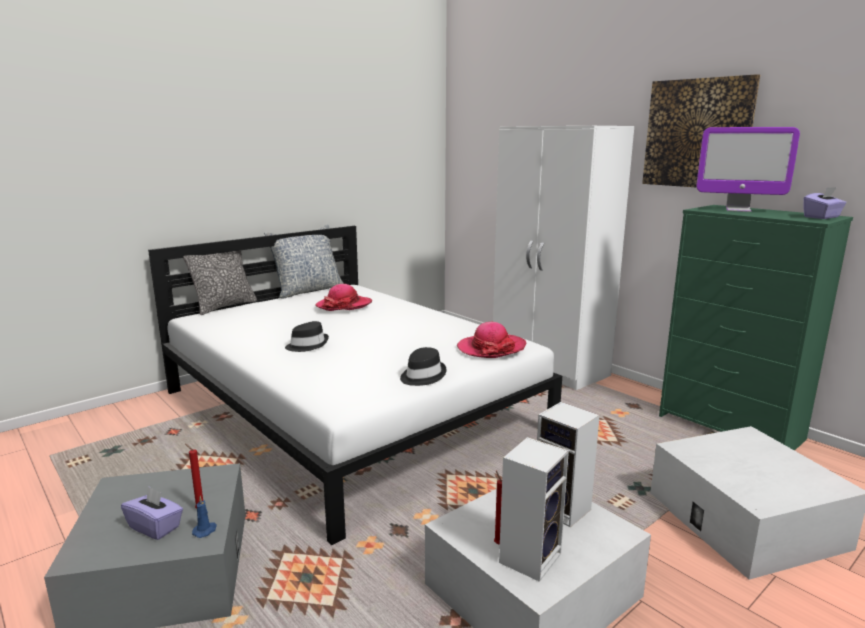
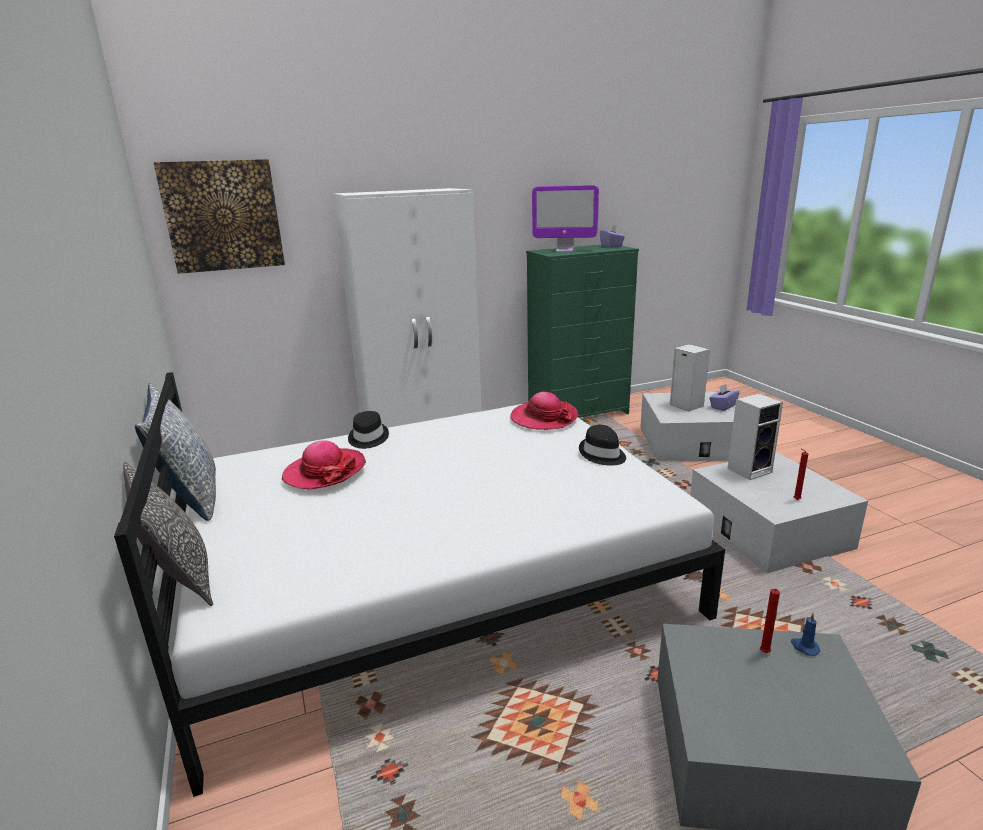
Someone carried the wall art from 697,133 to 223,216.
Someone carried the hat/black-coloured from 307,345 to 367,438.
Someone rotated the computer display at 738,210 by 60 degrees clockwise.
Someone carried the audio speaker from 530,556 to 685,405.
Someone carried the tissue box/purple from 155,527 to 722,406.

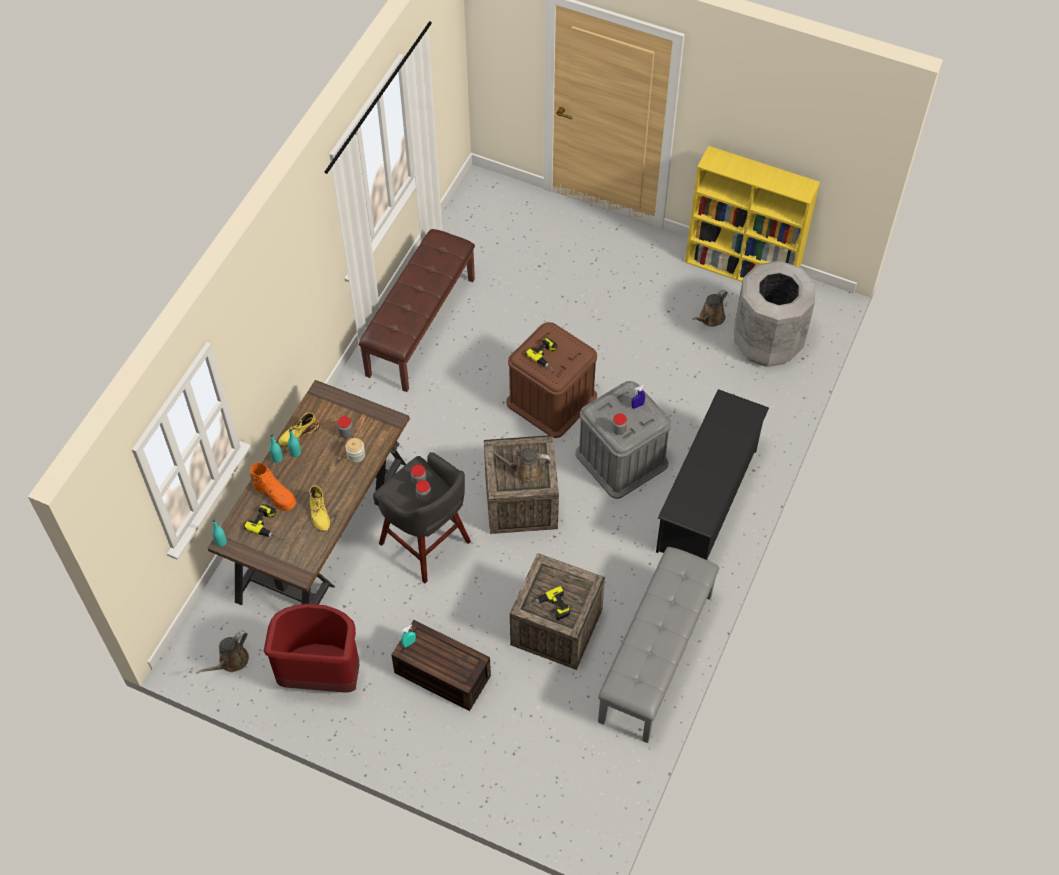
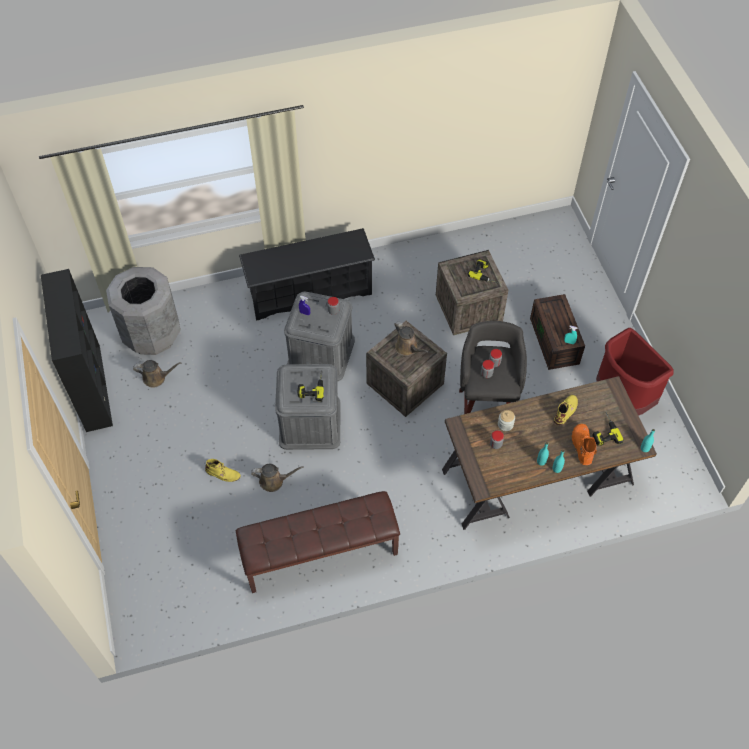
Someone repainted the bookcase/yellow at 742,270, which became the bookcase/black-coloured at 92,387.
Someone carried the tall boot/yellow from 298,434 to 223,473.
Someone carried the watering can/brownish from 231,661 to 274,481.
Someone repainted the storage container/brownish at 551,399, which became the storage container/gray at 310,422.
Someone took away the bench/gray at 657,658.

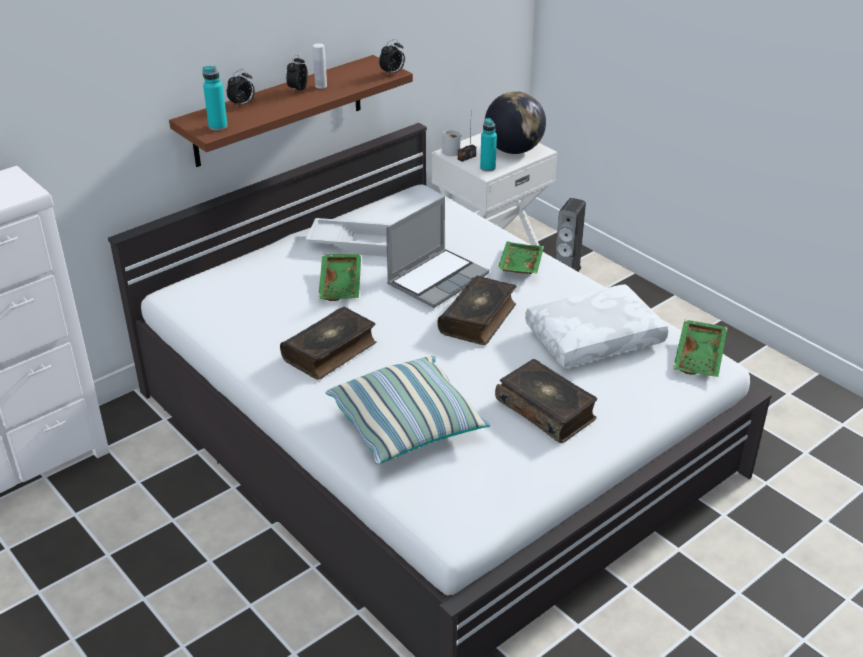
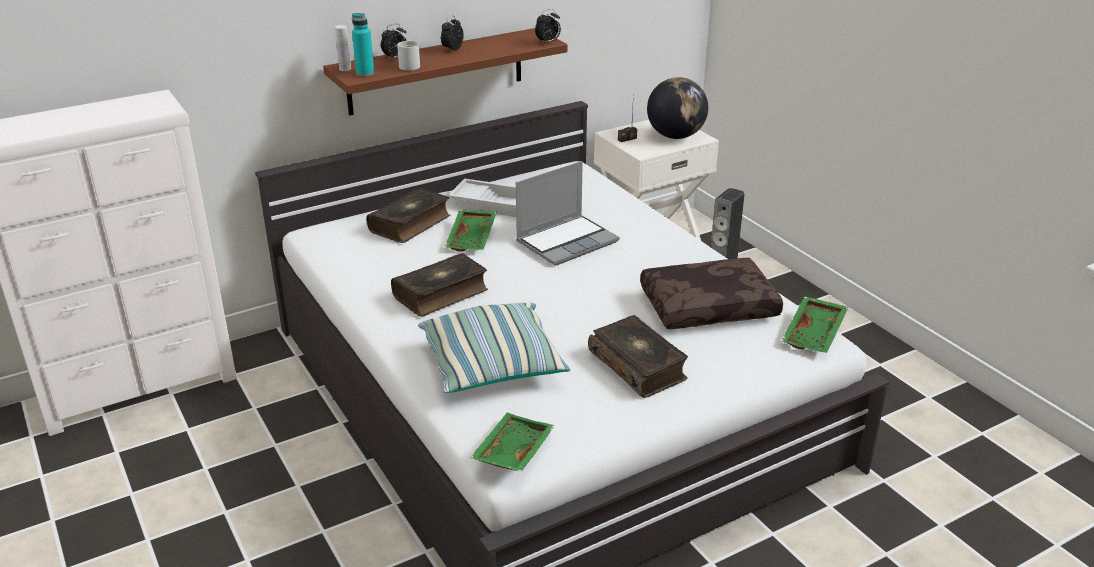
Someone carried the beverage bottle/white-coloured from 321,86 to 345,69.
Someone carried the volume from 479,319 to 411,224.
Someone carried the coffee mug/white-coloured from 452,151 to 411,66.
Someone carried the carrying tray/greenish from 519,265 to 512,451.
Someone repainted the pillow/white-coloured at 594,337, which became the pillow/brownish at 708,305.
Someone took away the beverage bottle/turquoise-coloured at 487,168.

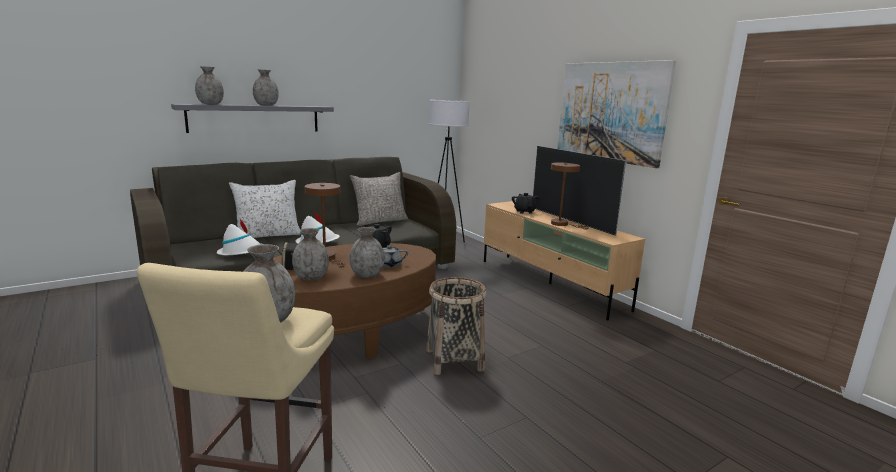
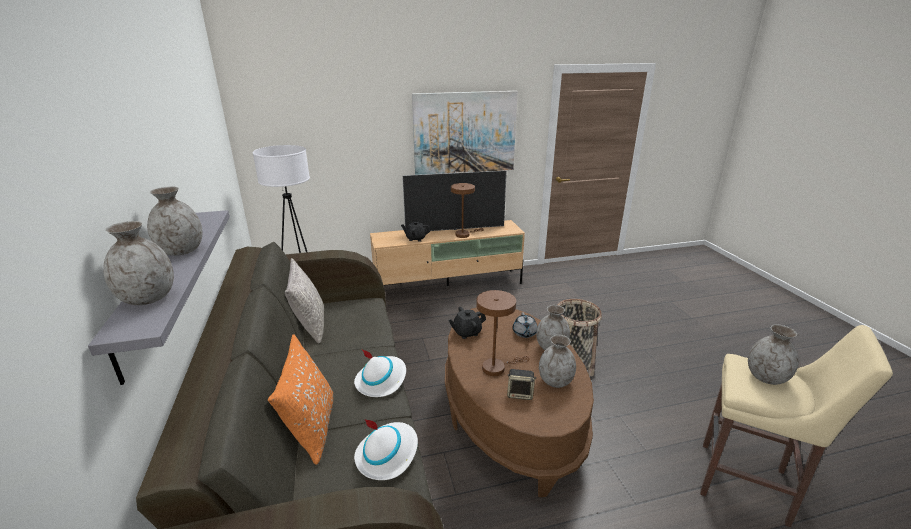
Someone repainted the pillow/white-coloured at 268,235, which became the pillow/orange at 311,427.

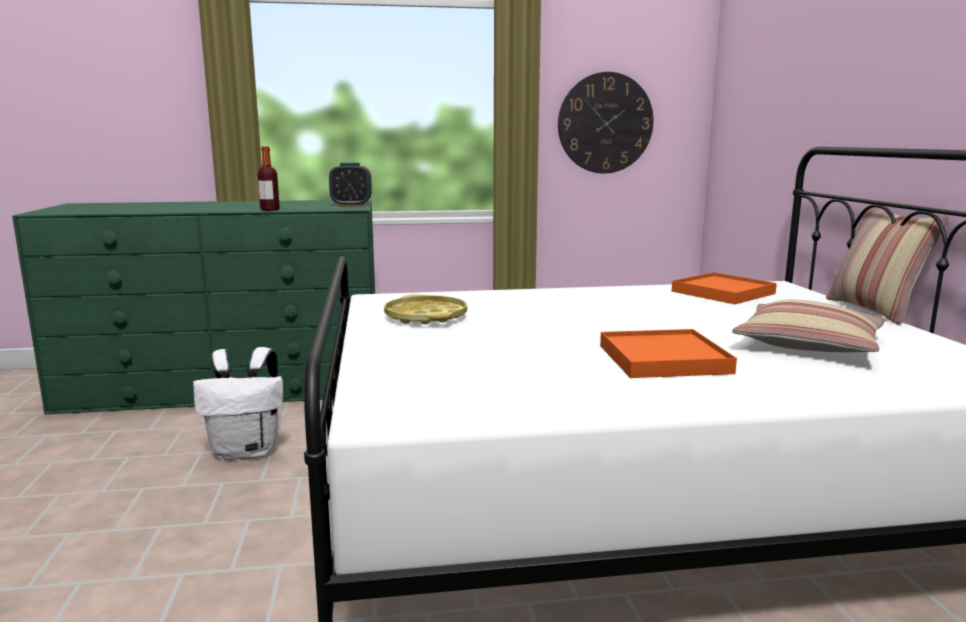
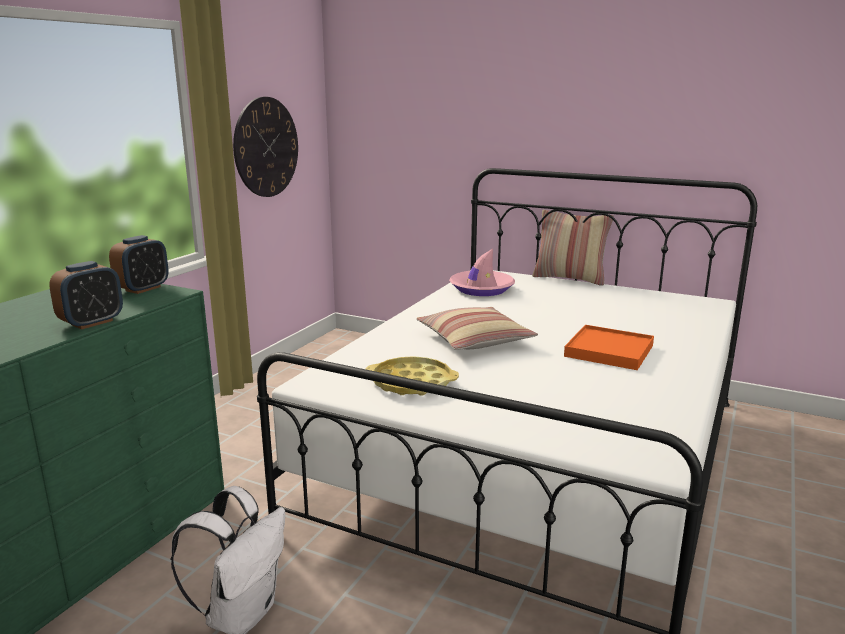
Someone swapped the beverage bottle at 270,209 for the bedside clock at 92,322.
Someone carried the pillow from 808,344 to 474,340.
Someone swapped the carrying tray/orange at 722,292 for the hat/pink-coloured at 481,289.

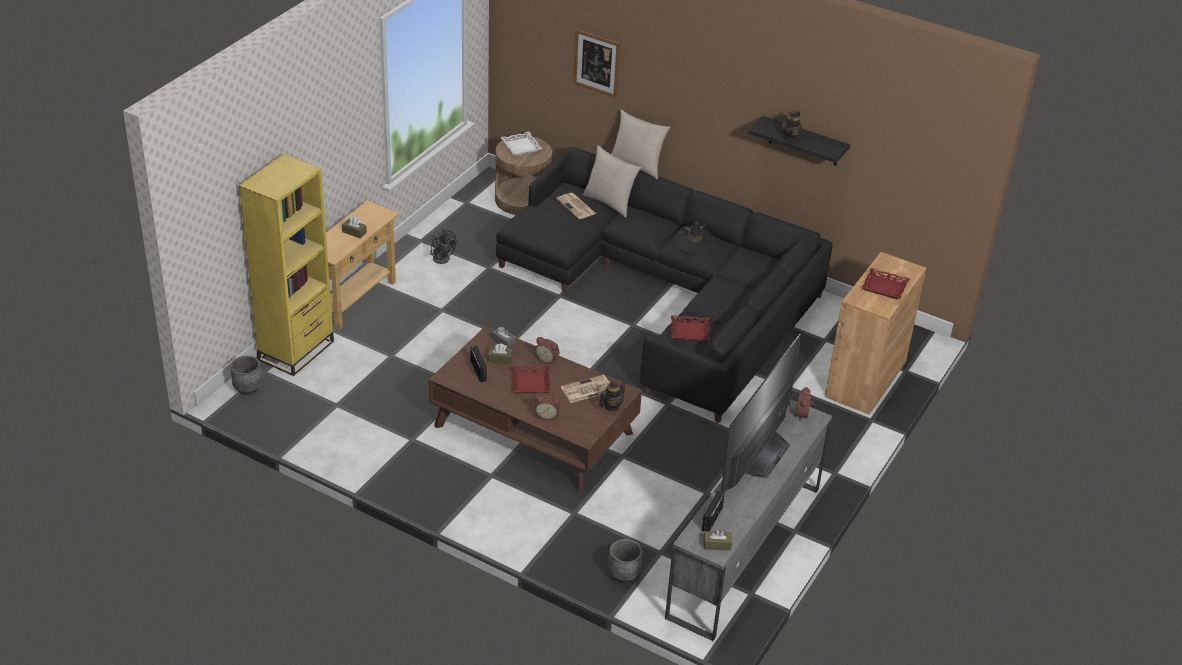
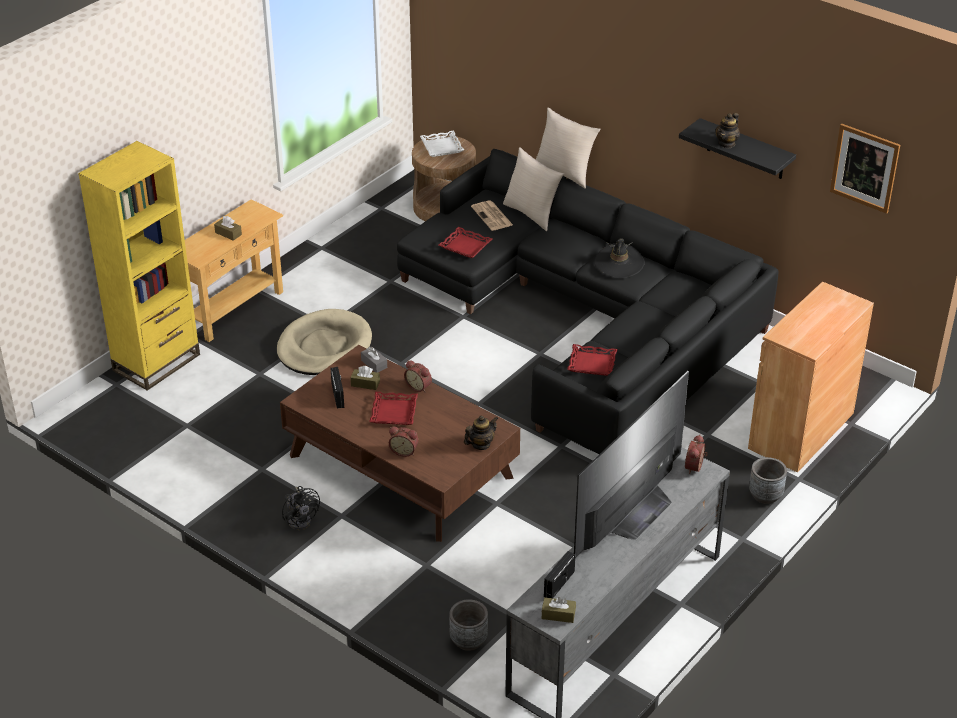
Someone put down the pet bed/beige-coloured at 324,347.
Someone carried the fan/black-coloured from 442,257 to 301,519.
Someone carried the carrying tray/reddish from 884,287 to 465,246.
Someone carried the planter/gray from 248,388 to 765,495.
Someone carried the wall art from 596,63 to 865,168.
Someone took away the newspaper at 586,390.

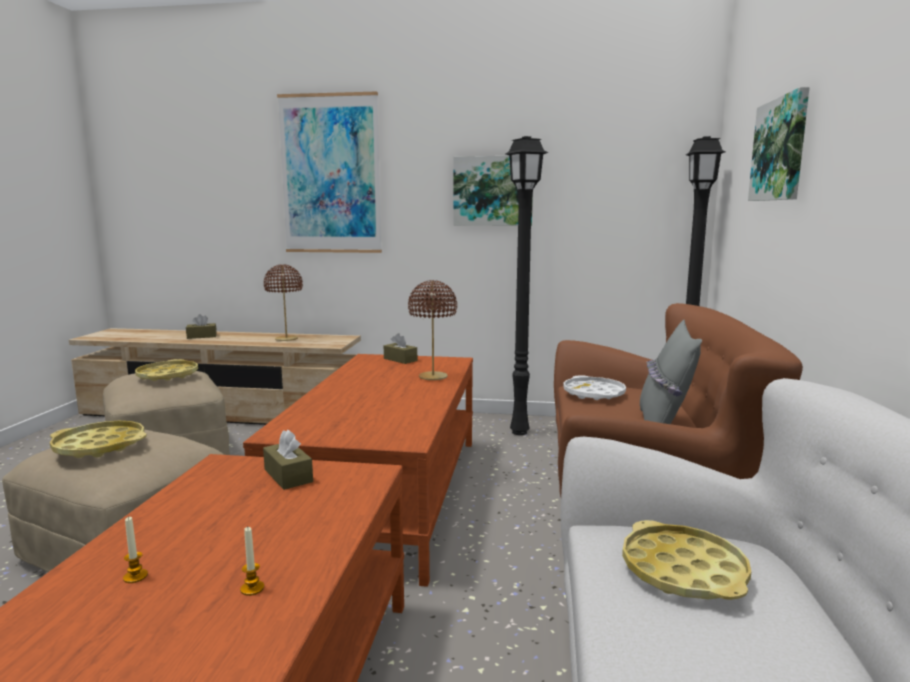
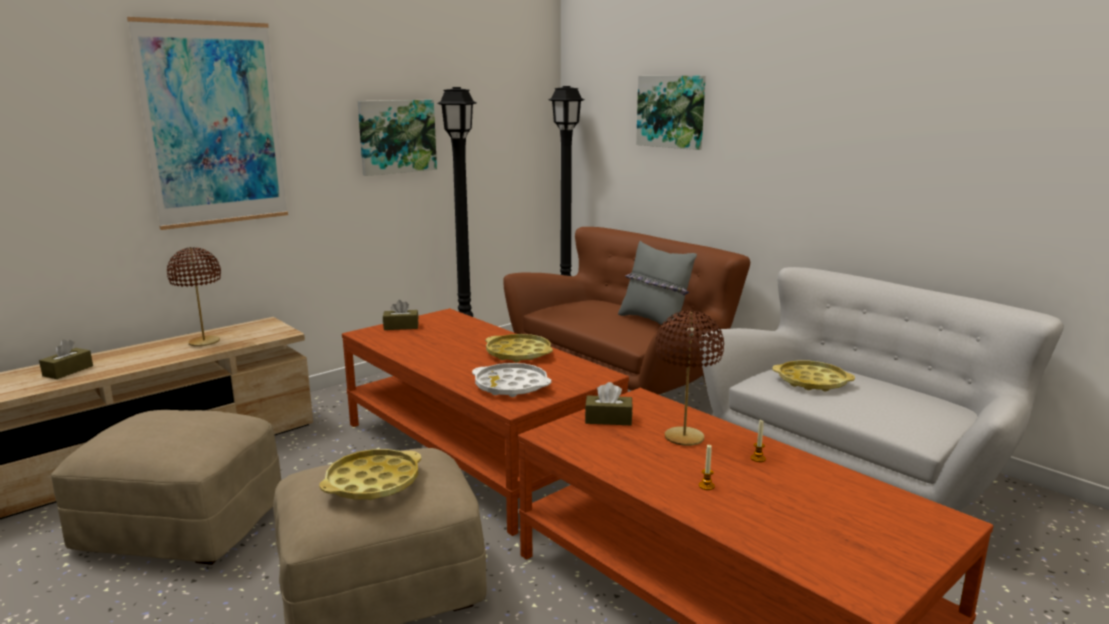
Someone carried the carrying tray/white-coloured from 593,394 to 511,386.
Someone carried the carrying tray/yellow from 167,375 to 518,353.
Someone carried the table lamp/brownish from 433,377 to 684,437.

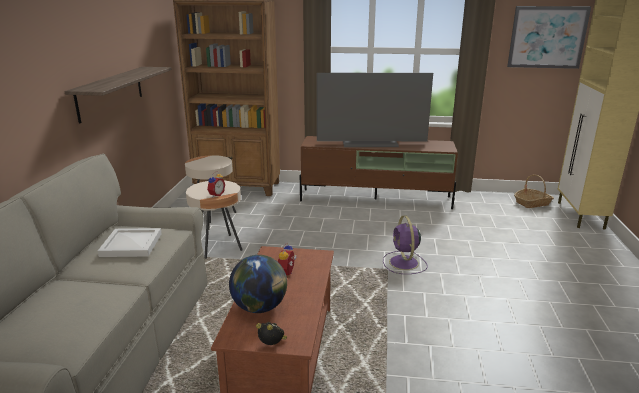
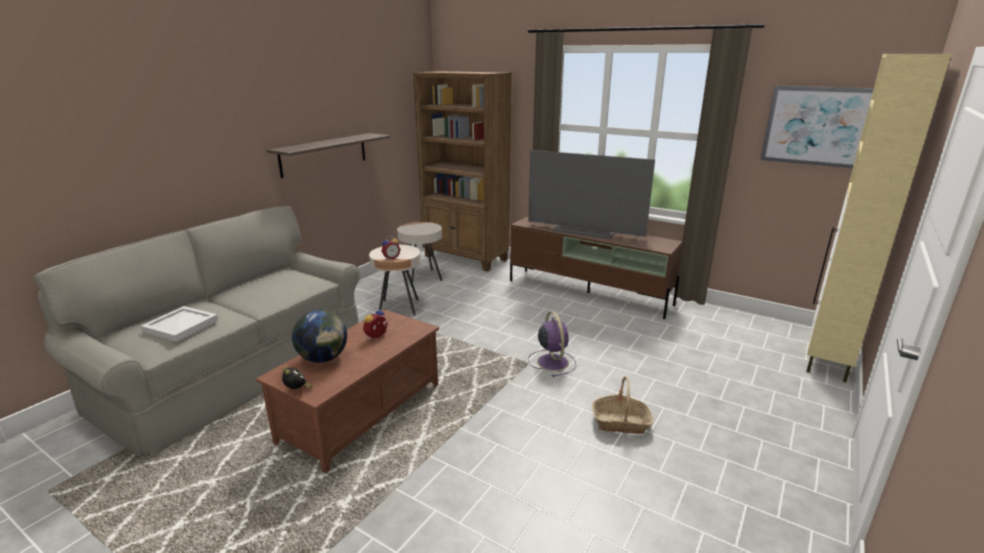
Someone carried the carrying tray/white-coloured from 132,245 to 181,326.
Someone rotated the fan/purple at 404,263 by 150 degrees clockwise.
Someone carried the household basket from 532,203 to 620,422.

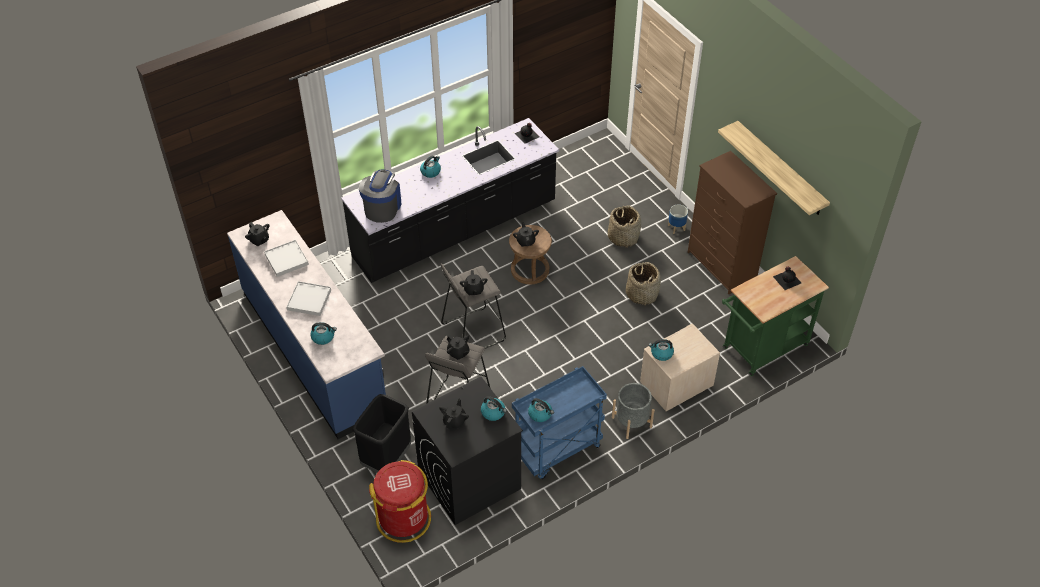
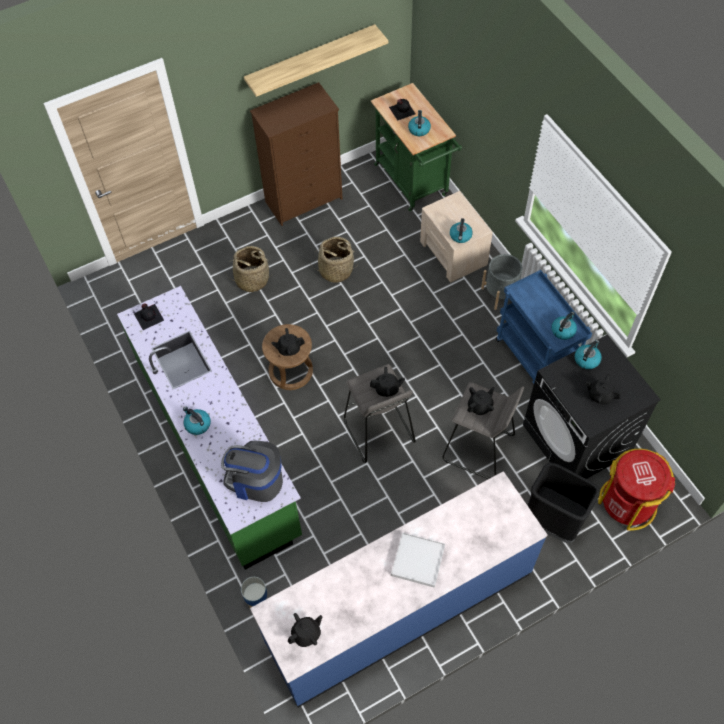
Someone repainted the counter/black-coloured at 455,231, which became the counter/greenish at 219,447.
Someone carried the planter from 676,228 to 256,598.
Someone carried the tea kettle from 323,337 to 419,129.
Someone took away the carrying tray/white-coloured at 286,259.

